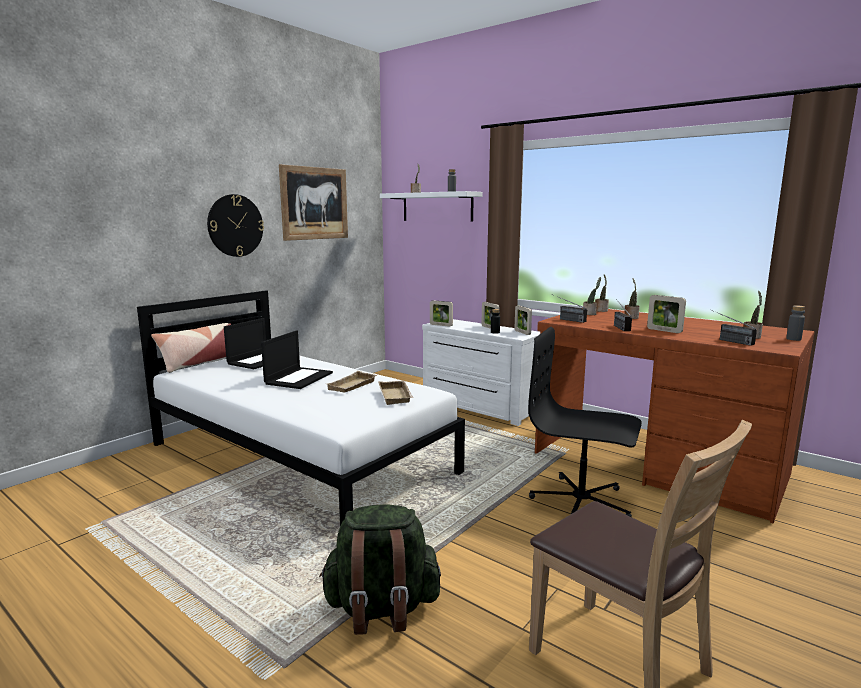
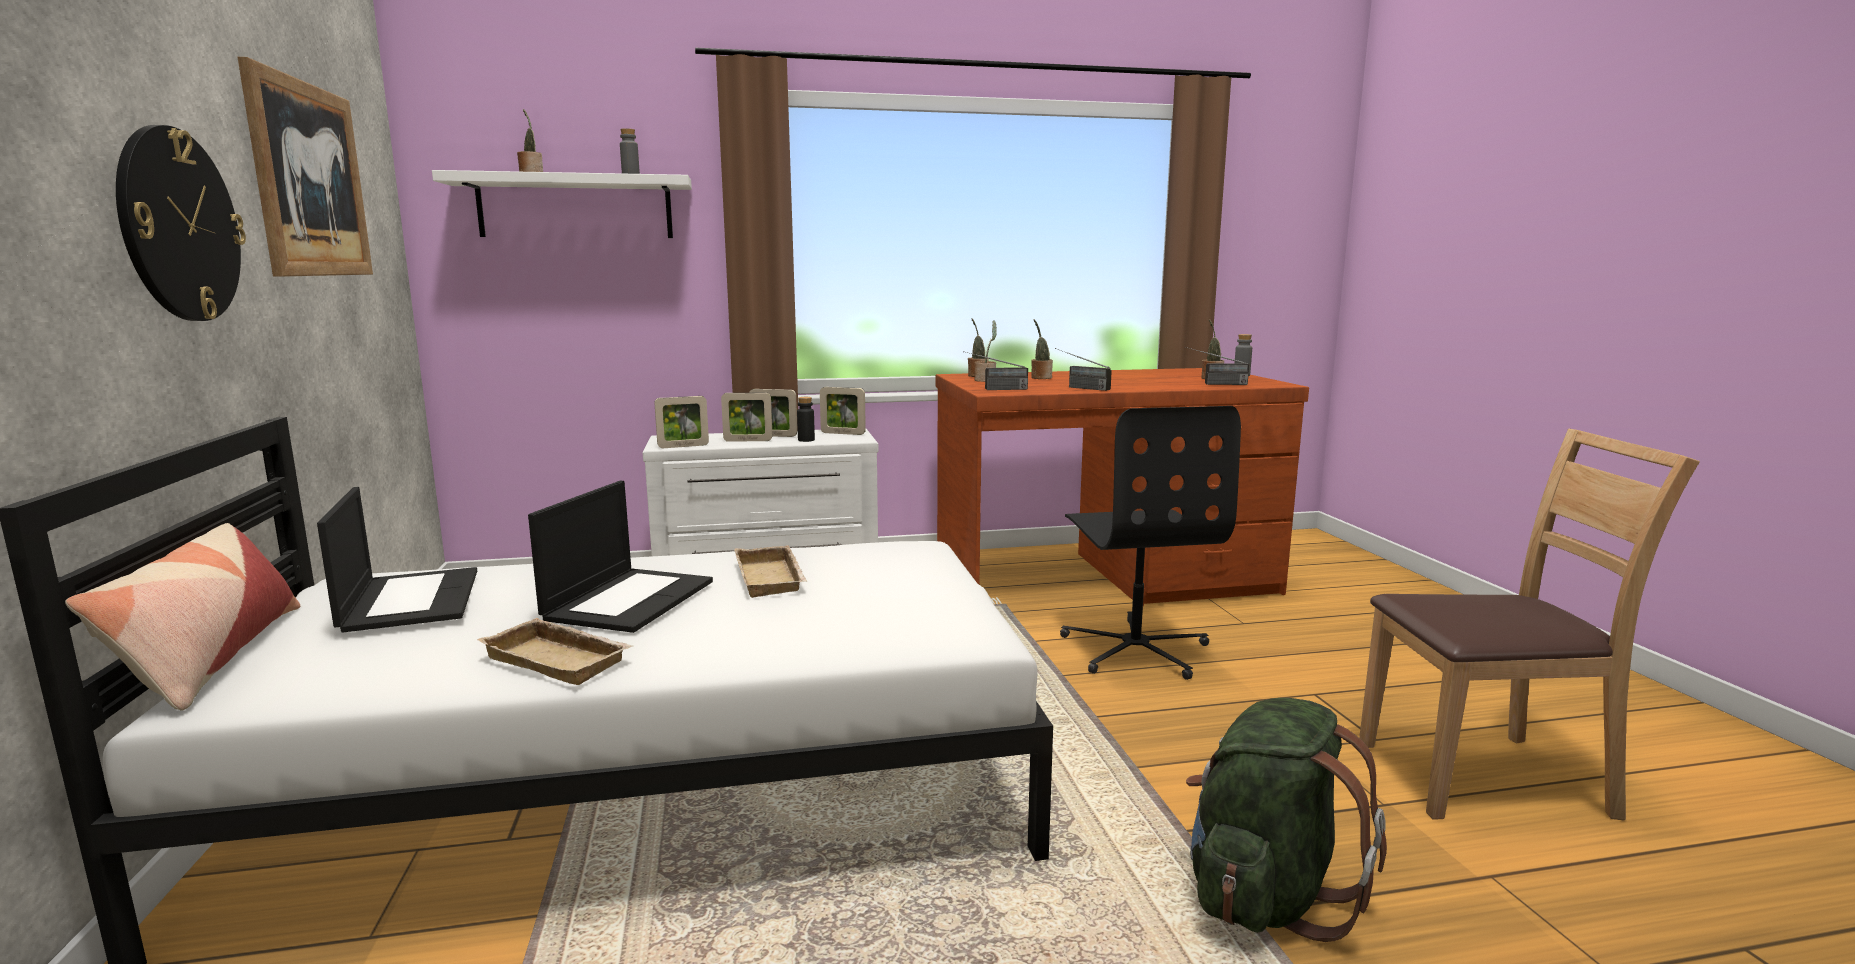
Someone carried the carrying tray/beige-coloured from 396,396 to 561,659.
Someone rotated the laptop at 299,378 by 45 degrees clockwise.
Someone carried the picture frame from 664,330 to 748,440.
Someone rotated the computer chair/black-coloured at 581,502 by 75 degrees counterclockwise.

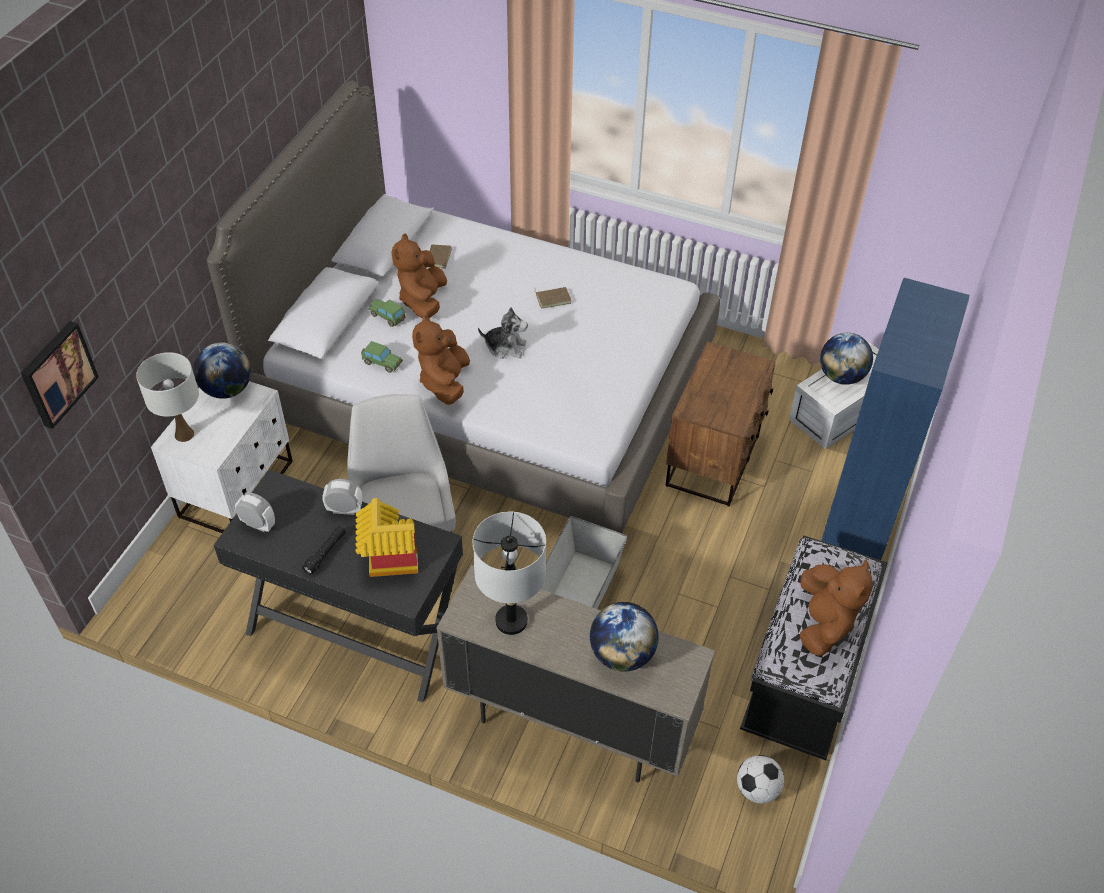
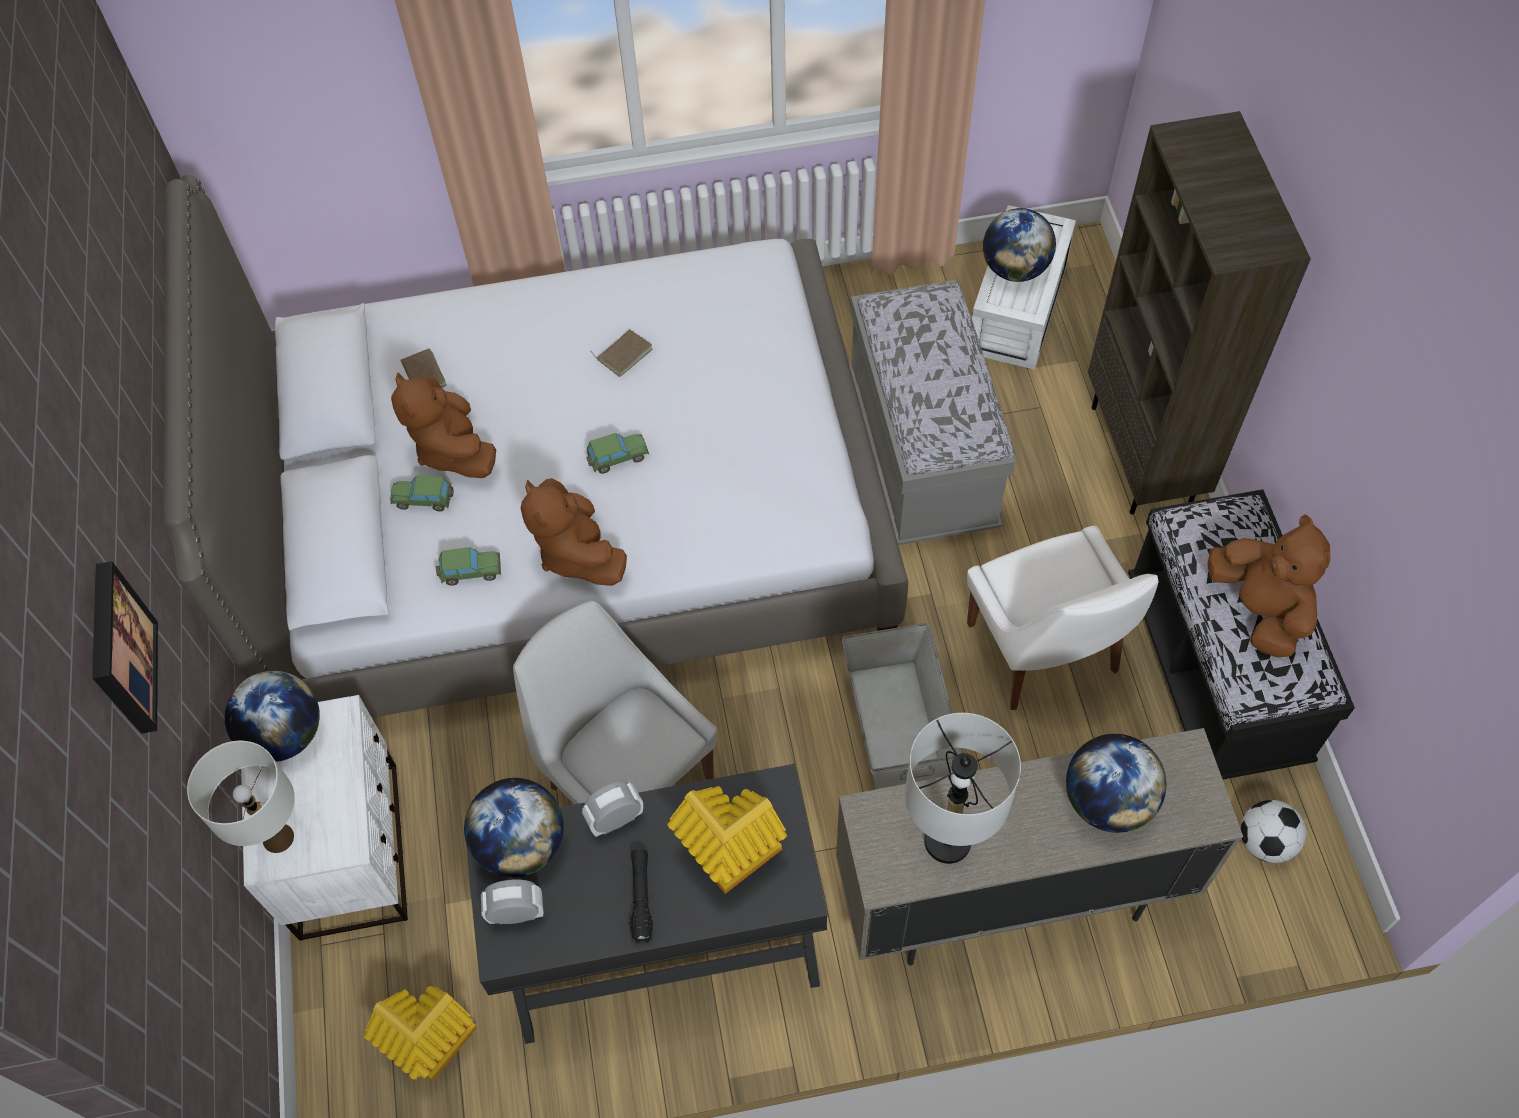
Someone carried the wall art from 57,373 to 118,650.
Someone put down the miniature house at 428,1045.
Someone put down the globe at 521,844.
Someone swapped the plush toy at 505,347 for the model car at 617,458.
Someone swapped the nightstand/brownish at 714,459 for the bench/gray at 921,453.
Someone put down the upright chair/white-coloured at 1045,652.
Someone repainted the bookcase/blue-coloured at 858,531, which became the bookcase/brownish at 1143,454.

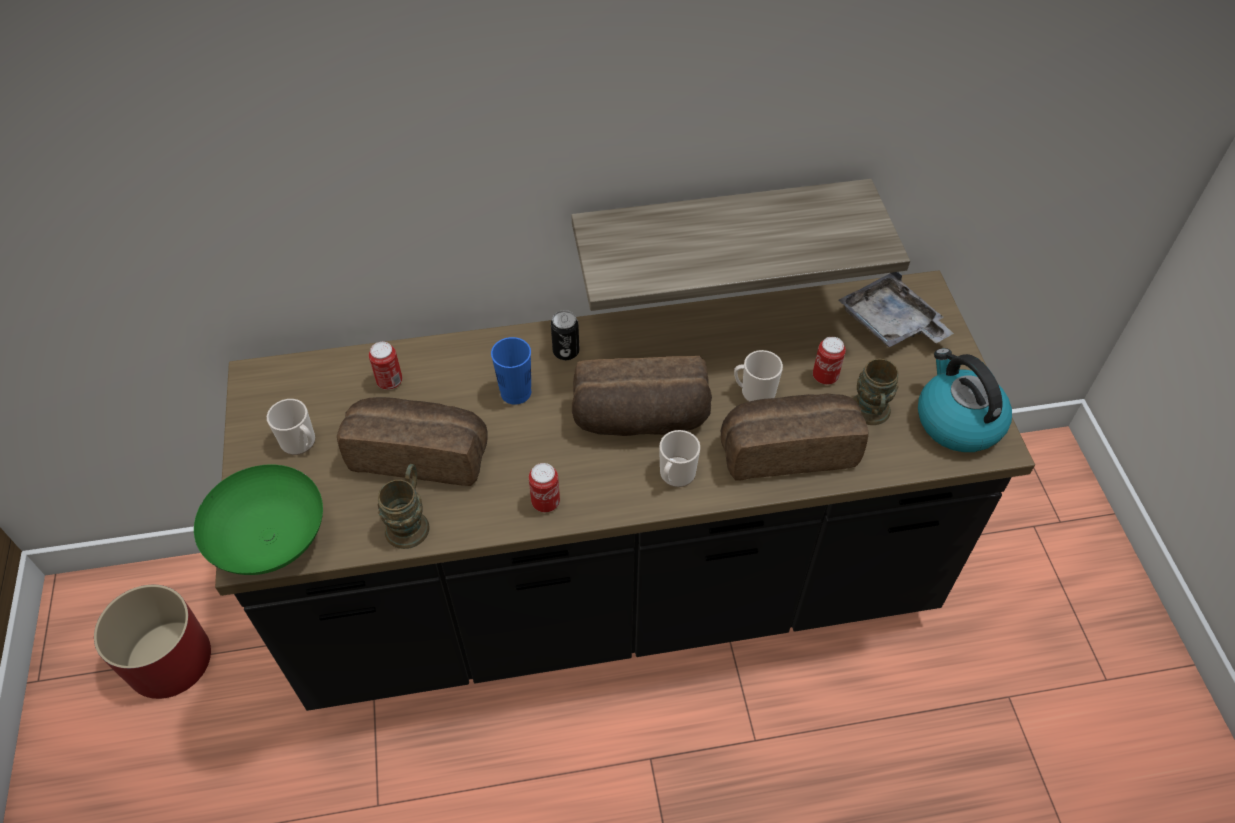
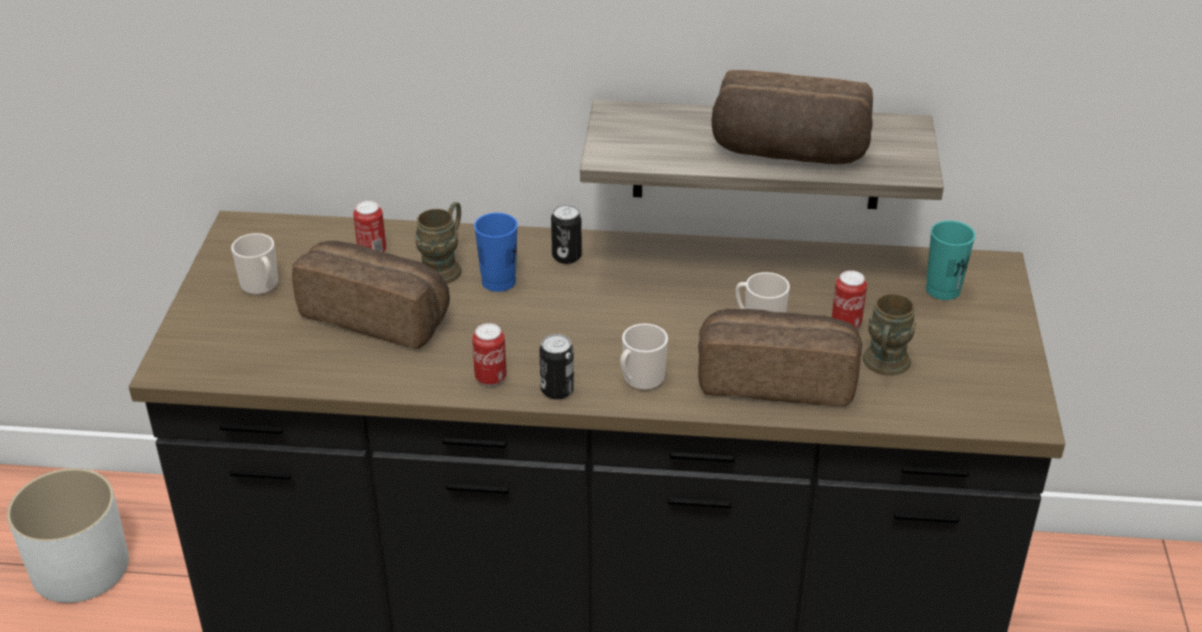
Someone repainted the planter/reddish at 168,659, which became the planter/white-coloured at 80,566.
Someone carried the coffee mug/brownish from 410,521 to 444,267.
Someone put down the sealed can at 557,390.
Someone carried the bakery bread from 640,420 to 788,153.
Someone swapped the carrying tray/gray at 890,324 for the small cup/turquoise-coloured at 943,290.
Someone took away the deep dish/greenish at 270,539.
Someone took away the tea kettle at 957,421.

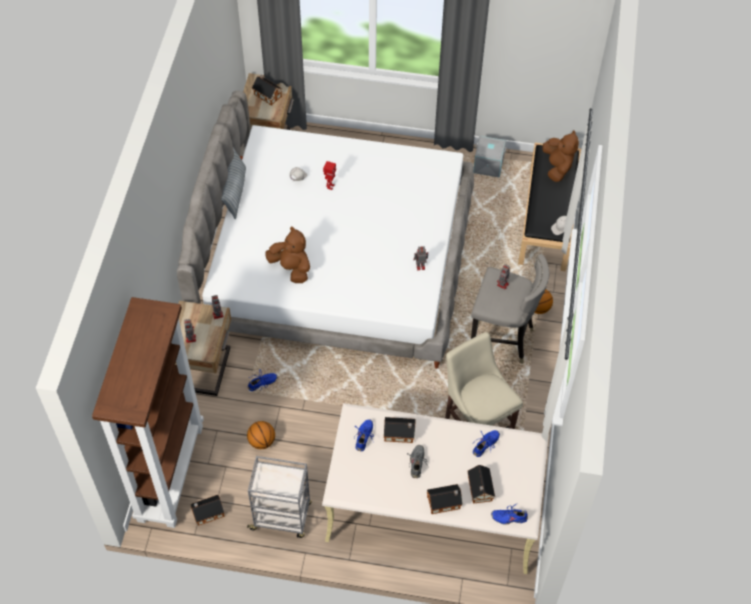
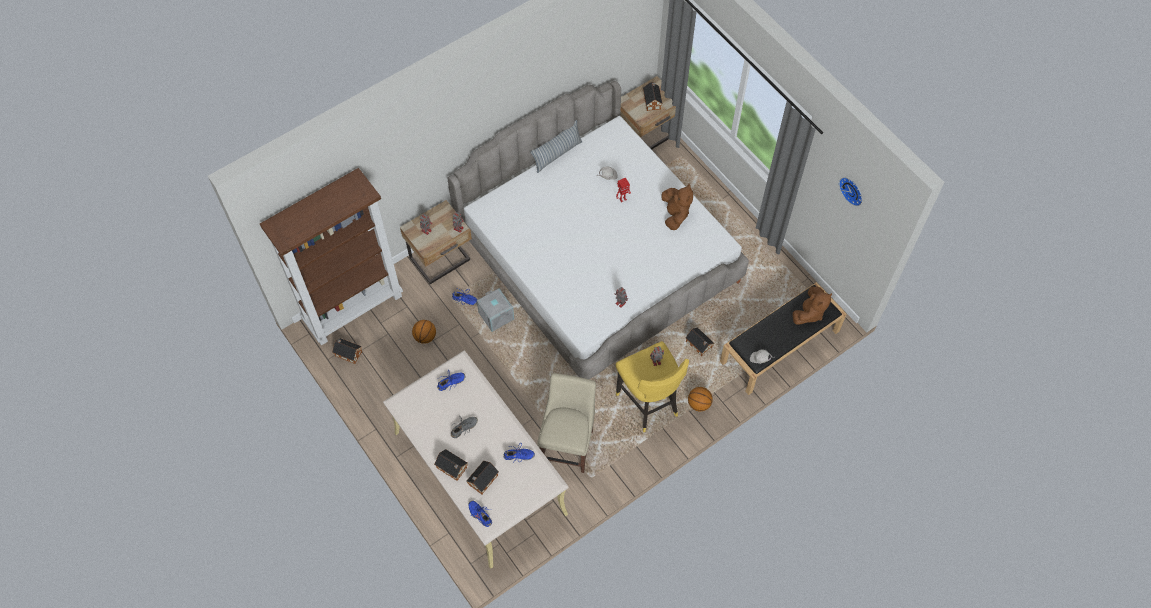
Someone carried the storage container/gray from 488,166 to 495,316.
Someone repainted the sitting stool/gray at 502,340, which became the sitting stool/yellow at 648,404.
Someone carried the plush toy/brownish from 291,268 to 675,214.
Someone carried the miniature house from 400,434 to 699,345.
Someone put up the clock on the wall at 852,190.
Someone took away the trolley/gray at 282,516.

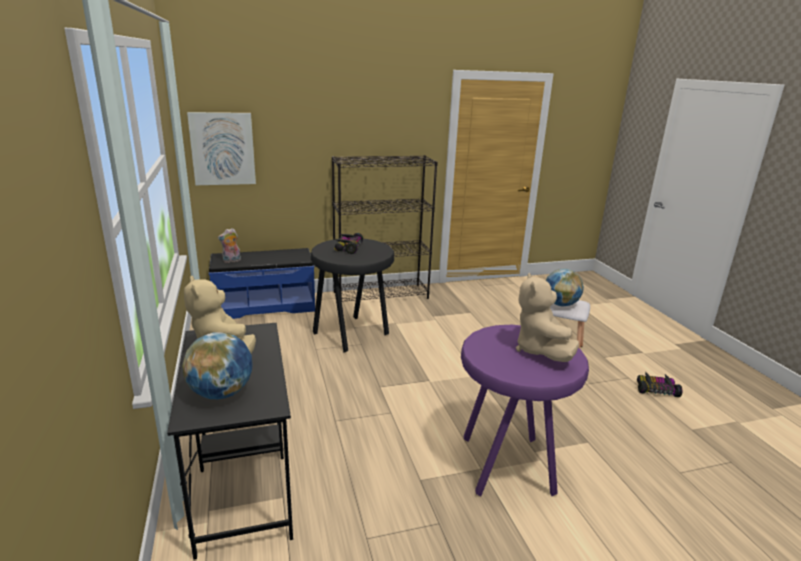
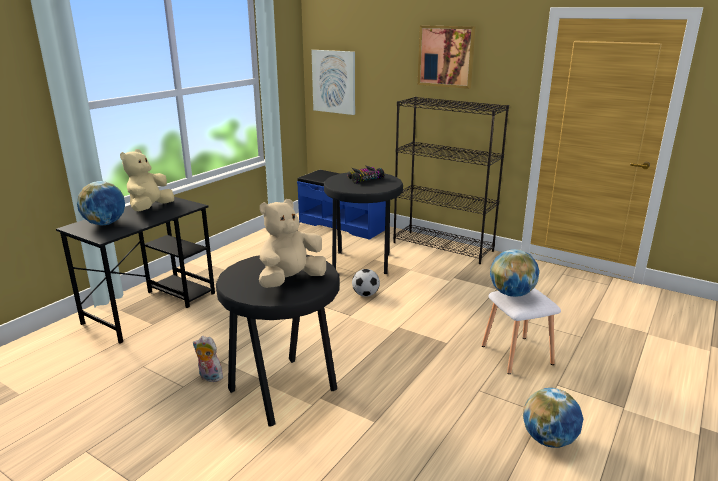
Someone carried the plush toy from 231,261 to 209,377.
Someone repainted the sitting stool/purple at 507,464, which became the sitting stool/black-coloured at 285,390.
Someone put down the football ball at 365,294.
Someone put up the wall art at 446,56.
Someone swapped the model car at 656,390 for the globe at 549,439.

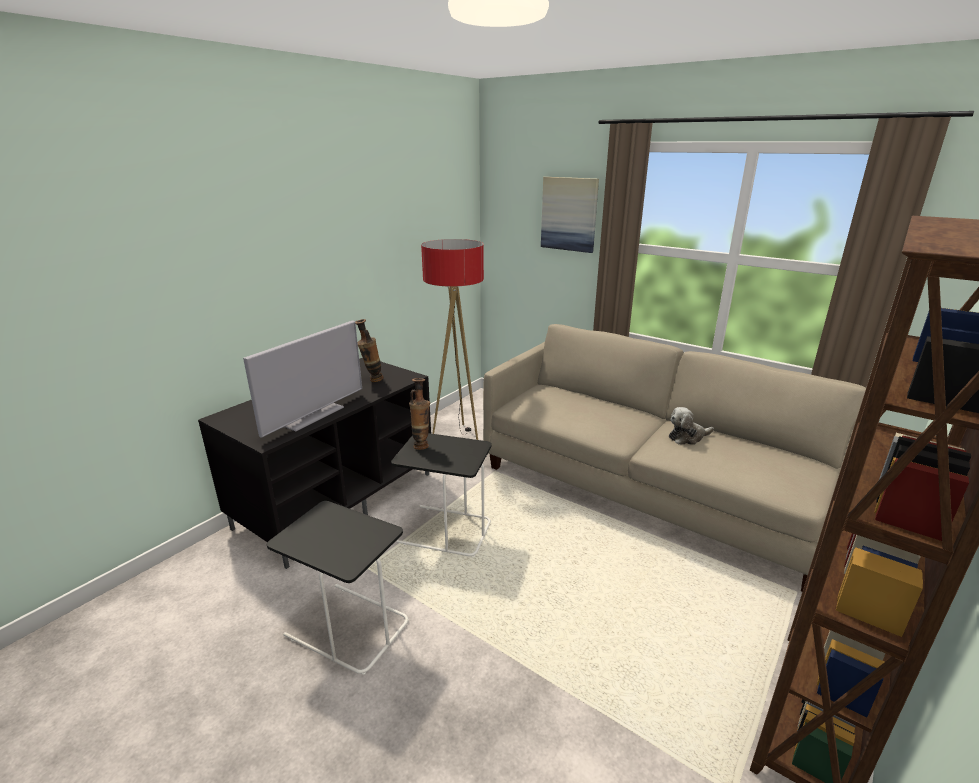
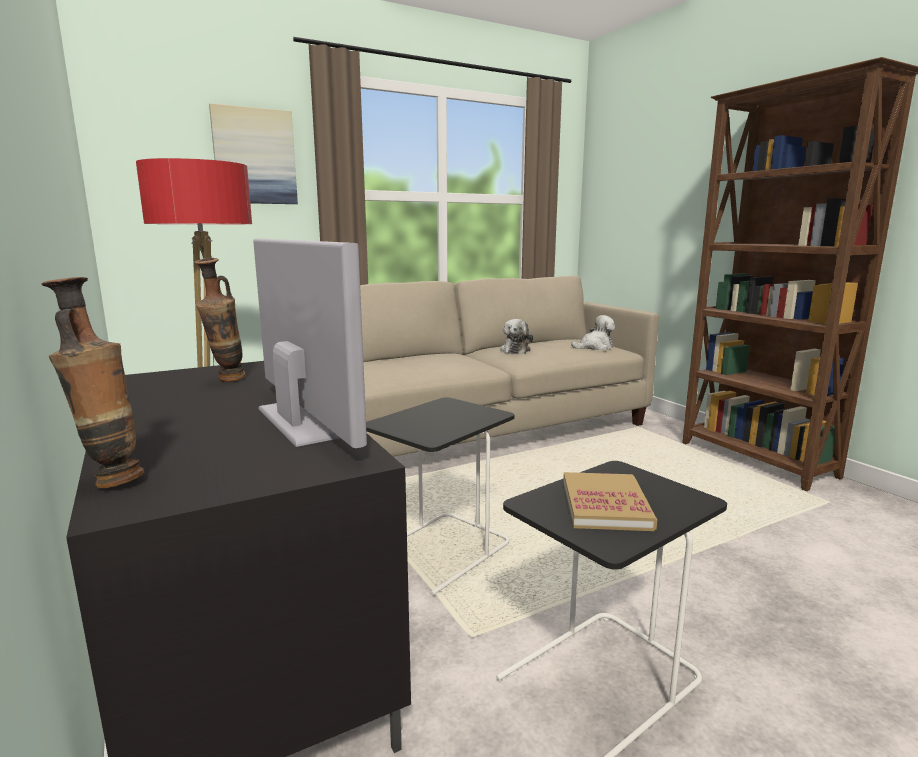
Someone carried the decorative vase from 421,445 to 110,480.
Someone put down the volume at 605,505.
Someone put down the plush toy at 595,347.

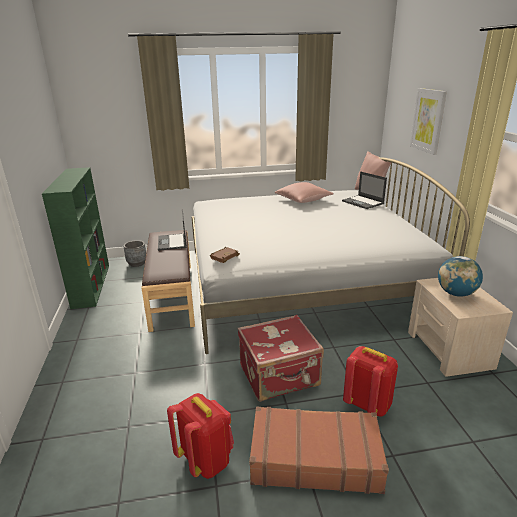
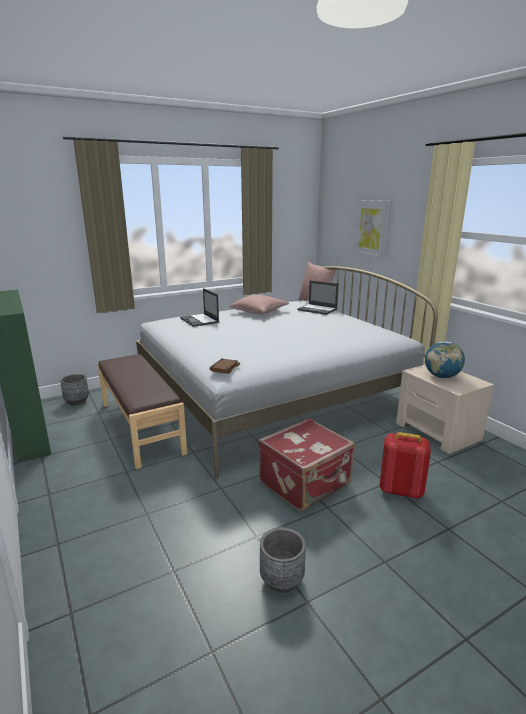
Someone carried the laptop from 172,242 to 199,320.
Someone swapped the rucksack/reddish at 206,459 for the planter/gray at 281,580.
Someone took away the travel case/brownish at 314,458.

